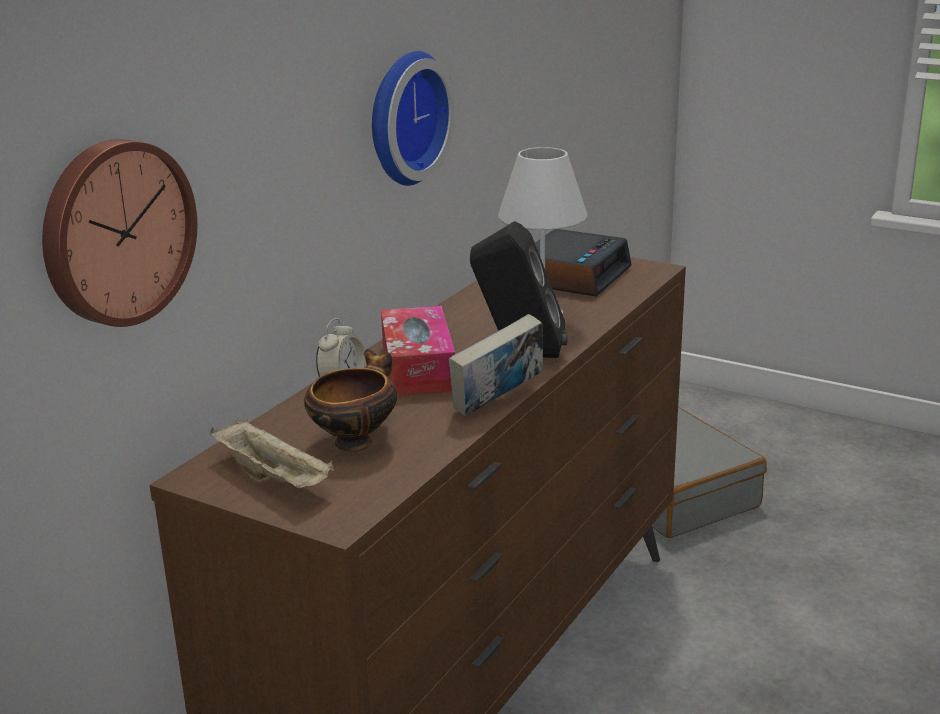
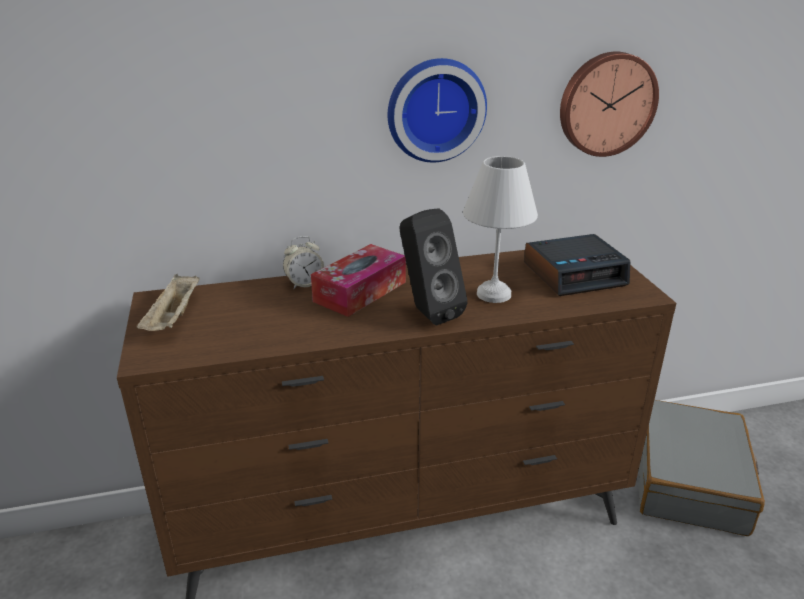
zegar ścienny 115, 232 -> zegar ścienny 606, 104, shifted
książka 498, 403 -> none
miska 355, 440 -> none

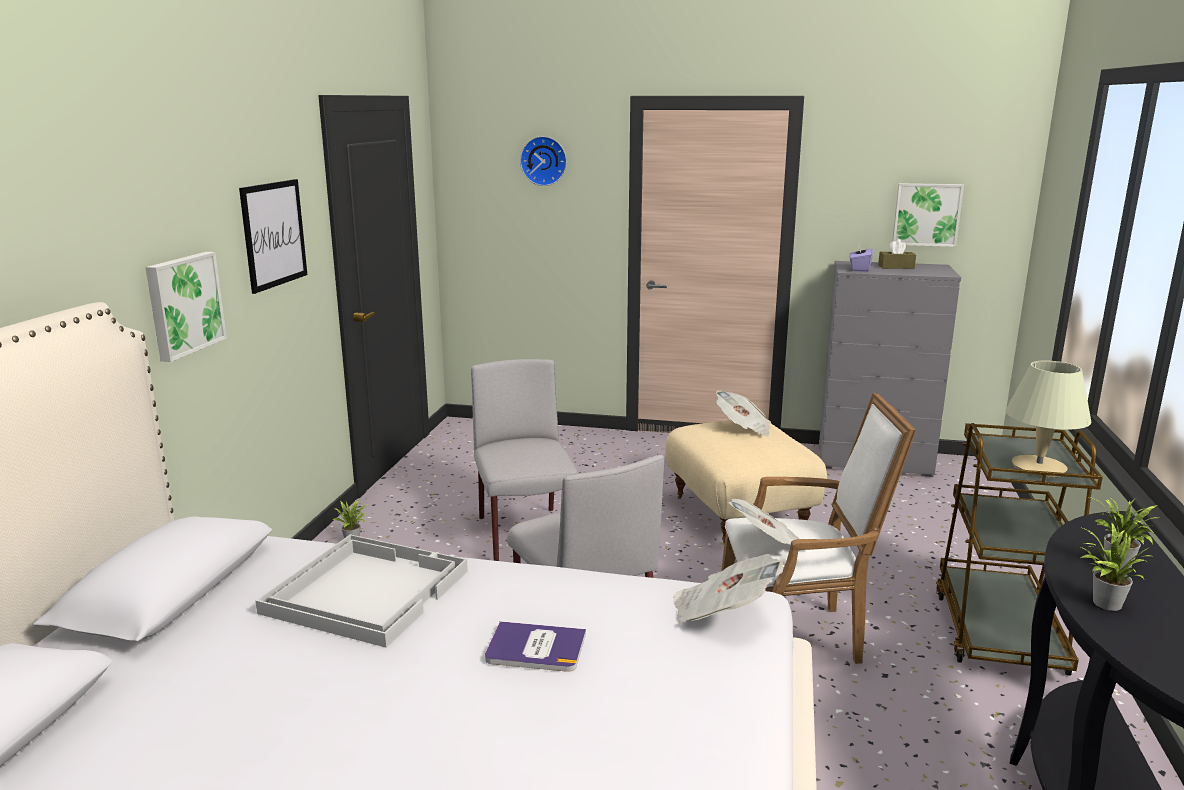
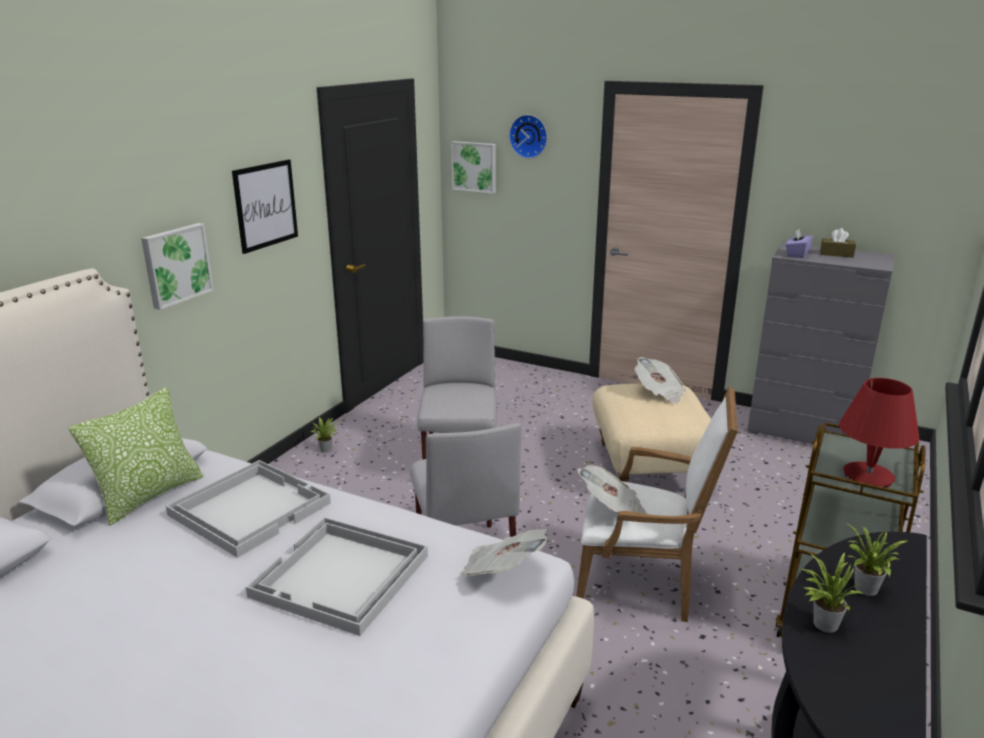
obraz 926, 214 -> obraz 474, 166, shifted
lampa stołowa/beżowy 1038, 467 -> lampa stołowa/czerwony 868, 476
książka 535, 648 -> taca/biały 341, 577
none -> poduszka 149, 495

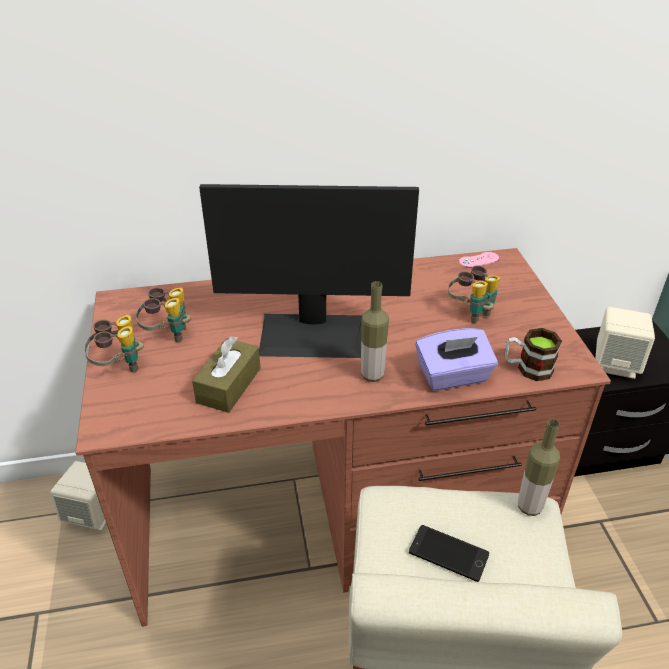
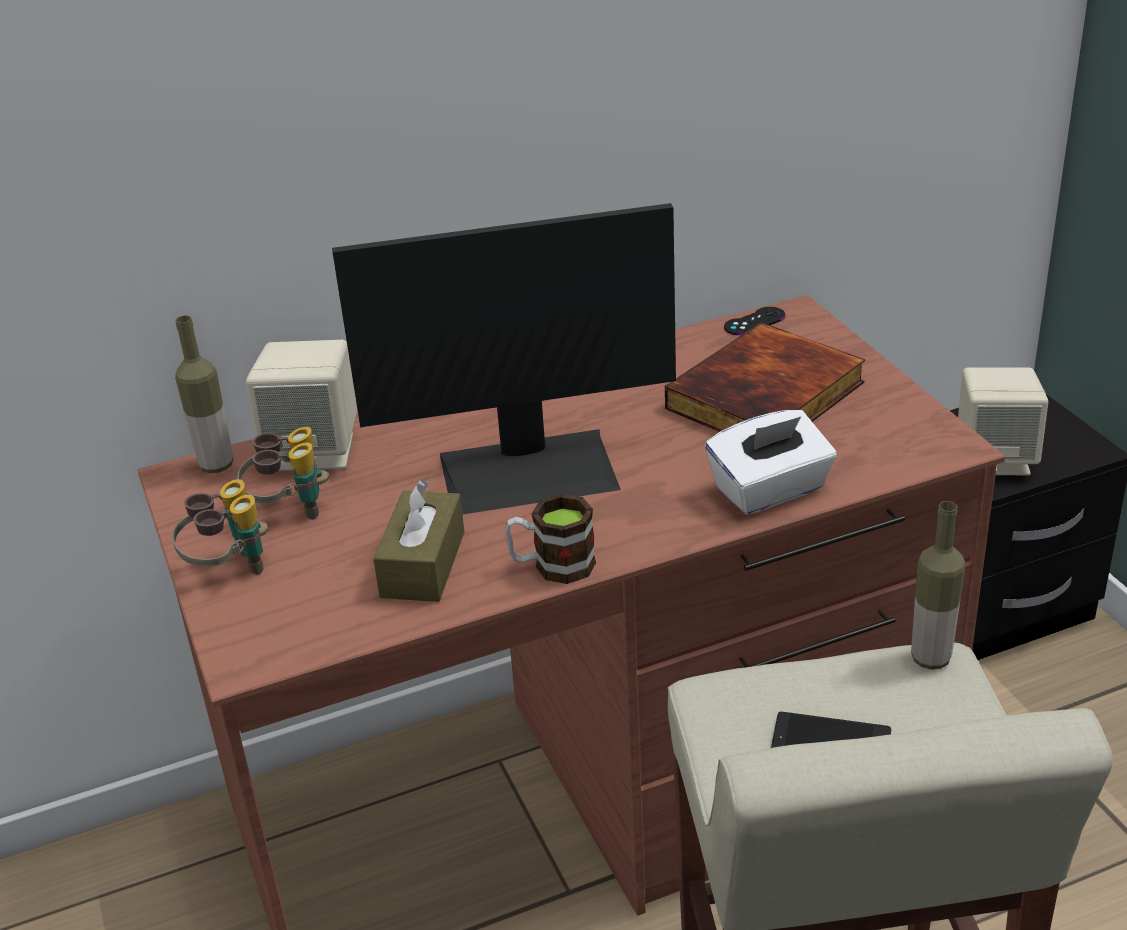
pad do gier/różowy 479, 260 -> pad do gier/czarny 754, 321
lornetka 471, 312 -> książka 767, 397
butelka 372, 375 -> butelka 216, 465, shifted
pudełko chusteczek/fioletowy 453, 376 -> pudełko chusteczek/biały 770, 490
kubek 527, 368 -> kubek 552, 566, shifted
głośnik/beżowy 93, 514 -> głośnik/beżowy 315, 451, shifted

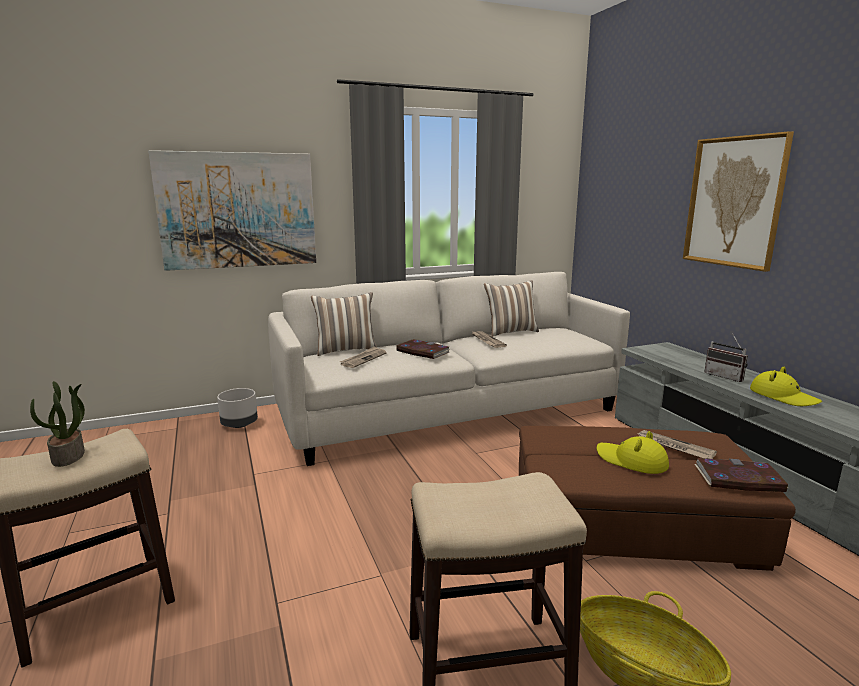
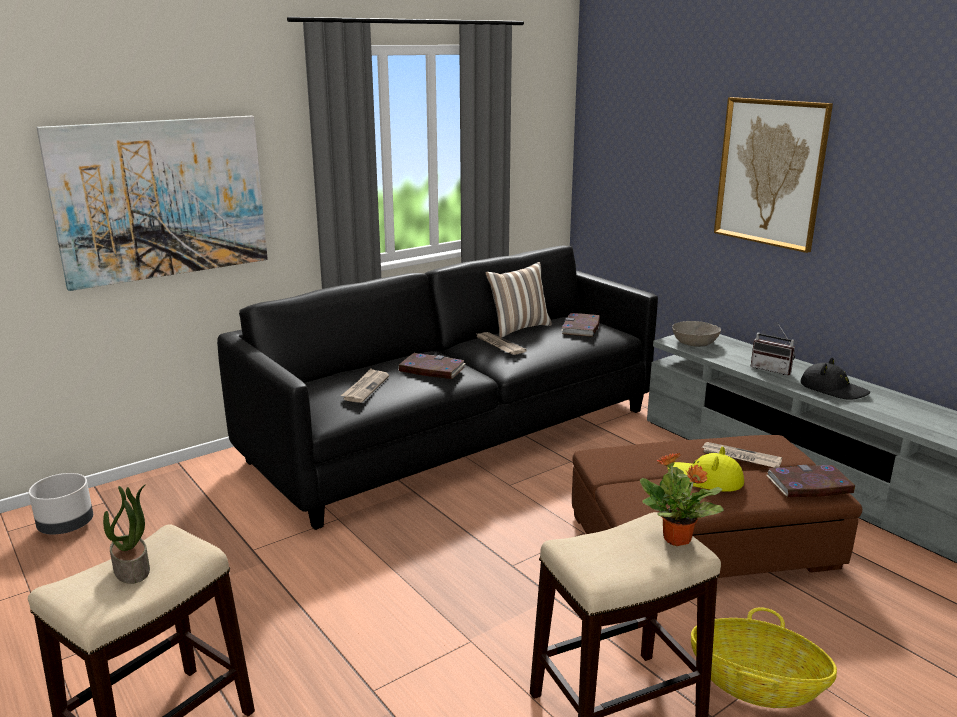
kanapa/biały 450, 411 -> kanapa/czarny 455, 434
poduszka 346, 350 -> none
kapelusz/żółty 783, 397 -> kapelusz/czarny 833, 389
donica/szary 239, 424 -> donica/szary 67, 526, shifted
none -> książka 581, 327
none -> miska/szary 694, 342
none -> roślina doniczkowa 677, 539

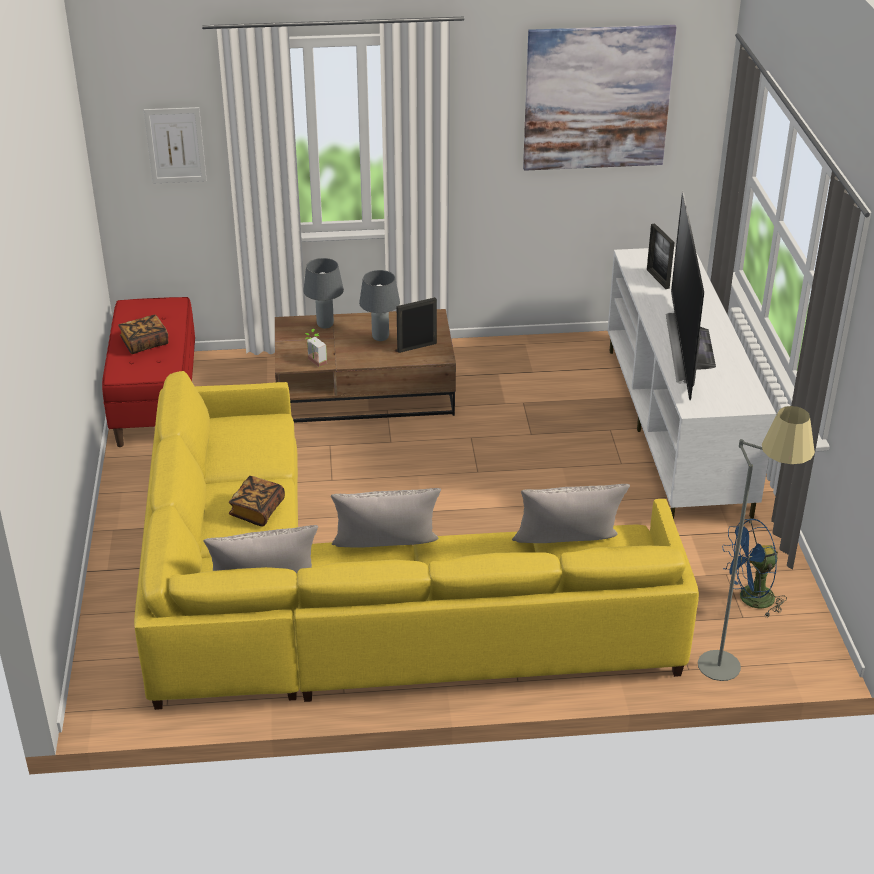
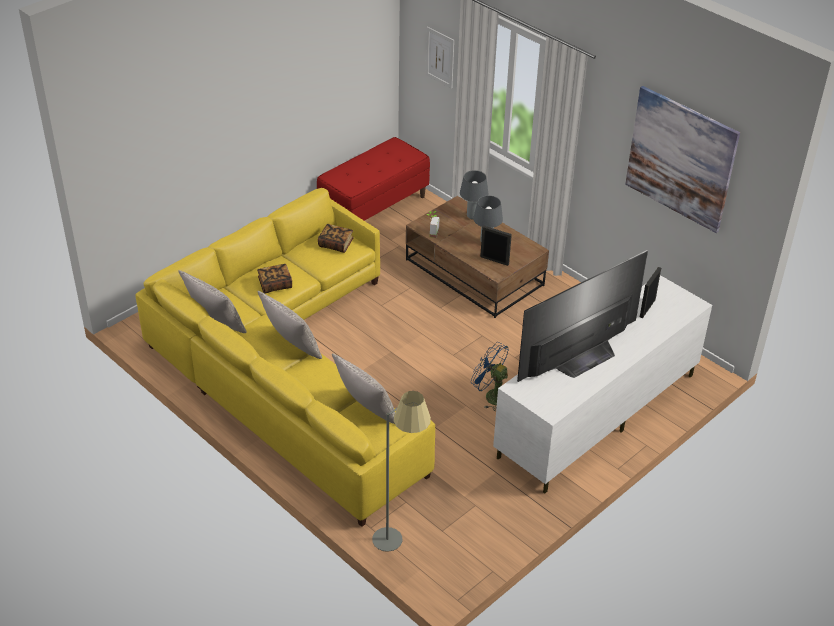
książka 144, 343 -> książka 336, 244, shifted
wentylator/niebieski 750, 600 -> wentylator/niebieski 491, 396, shifted

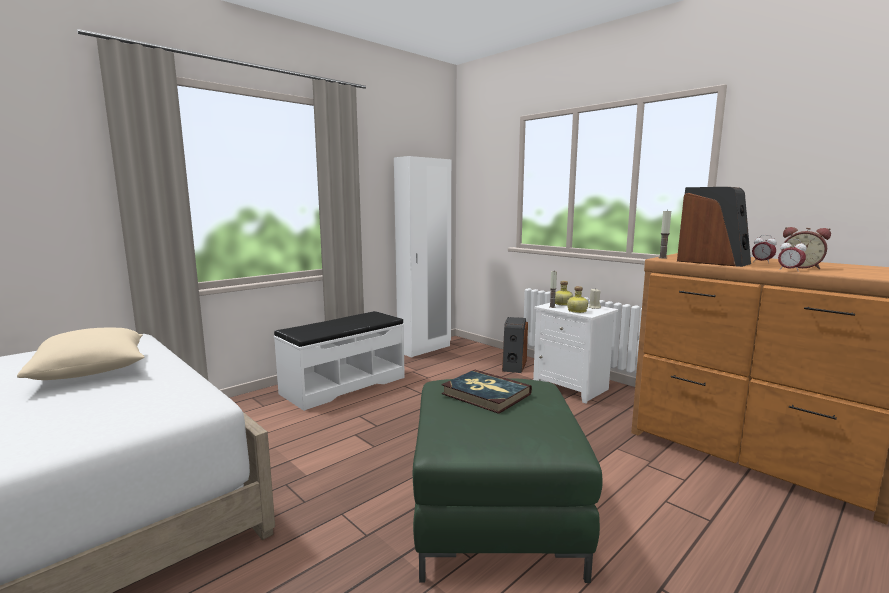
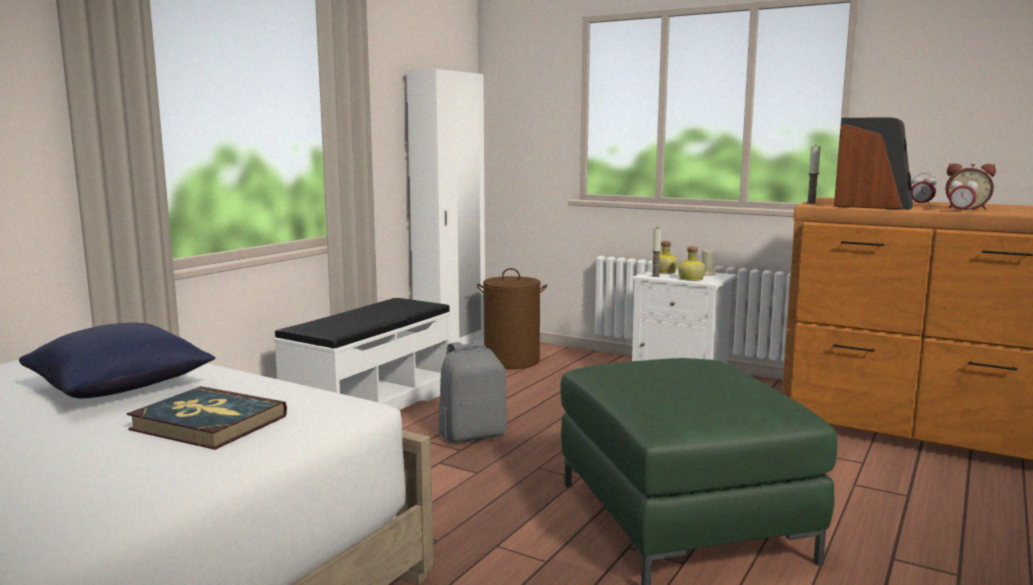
głośnik 513, 365 -> none
poduszka/beżowy 92, 372 -> poduszka/niebieski 120, 388
książka 485, 394 -> książka 208, 423, shifted
none -> kosz na pranie/brązowy 512, 361
none -> plecak/szary 473, 435

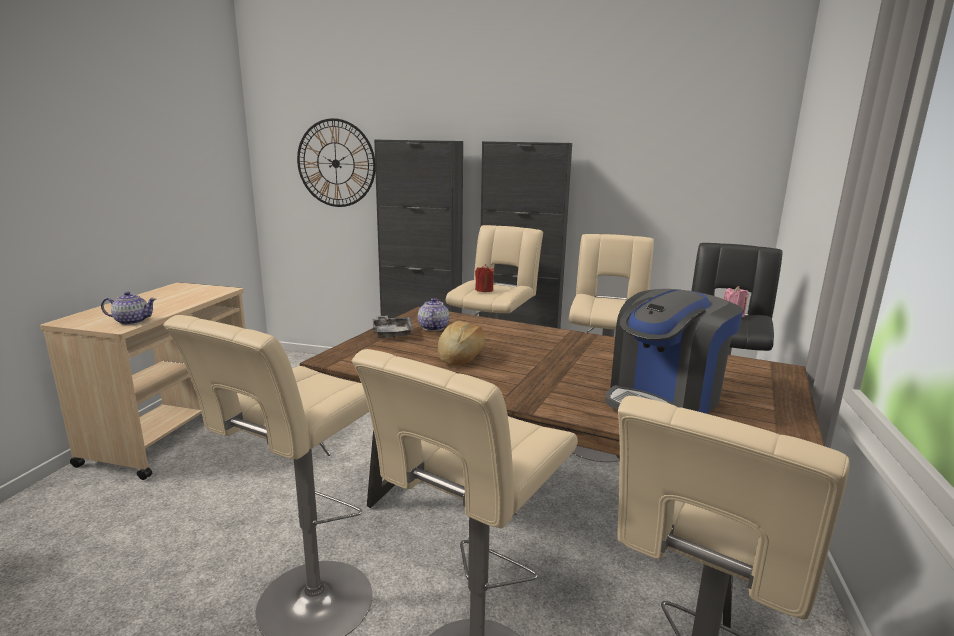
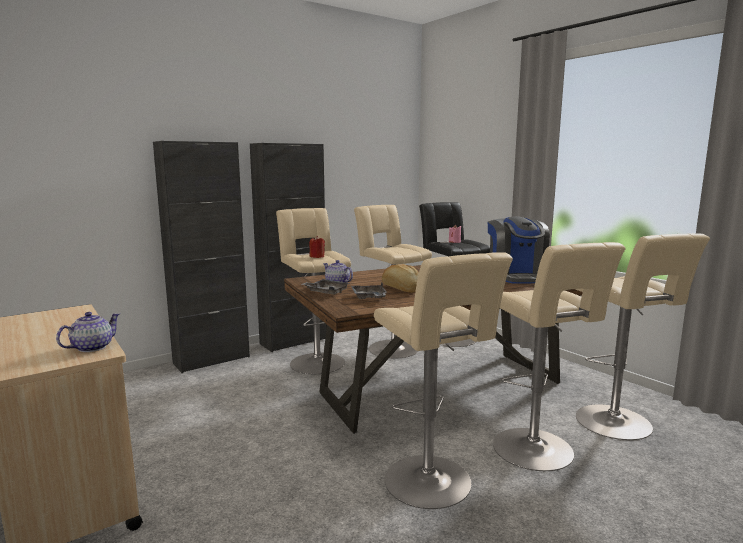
zegar ścienny 336, 163 -> none
none -> taca/szary 369, 297

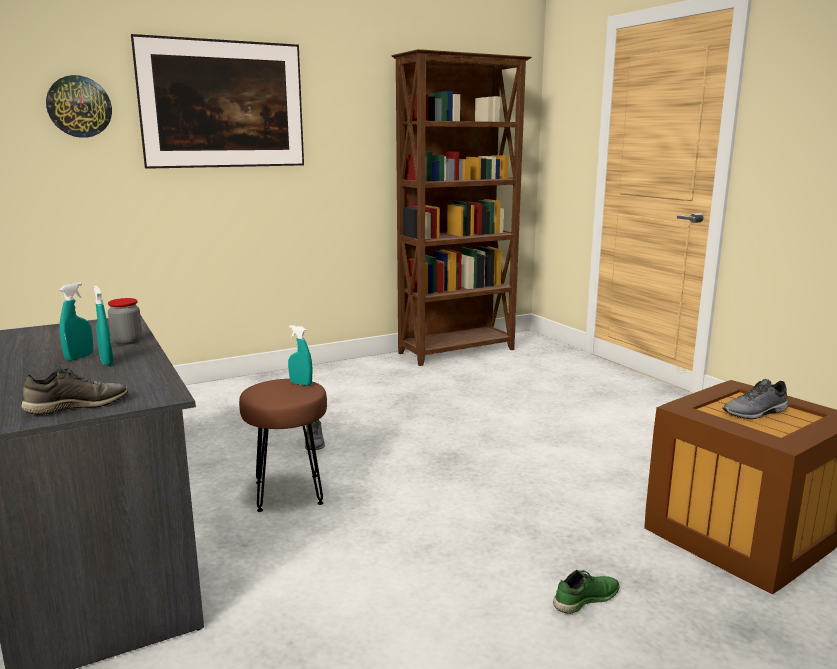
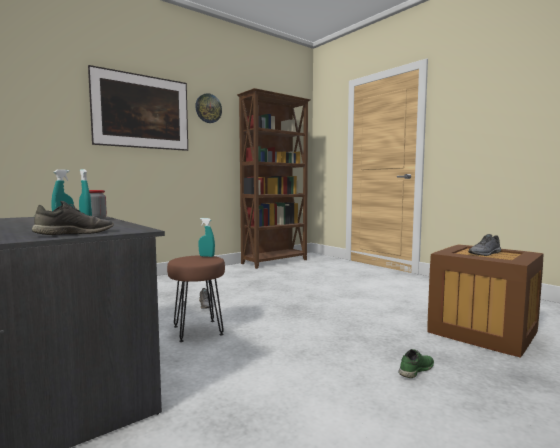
zegar ścienny 79, 106 -> zegar ścienny 208, 108, shifted

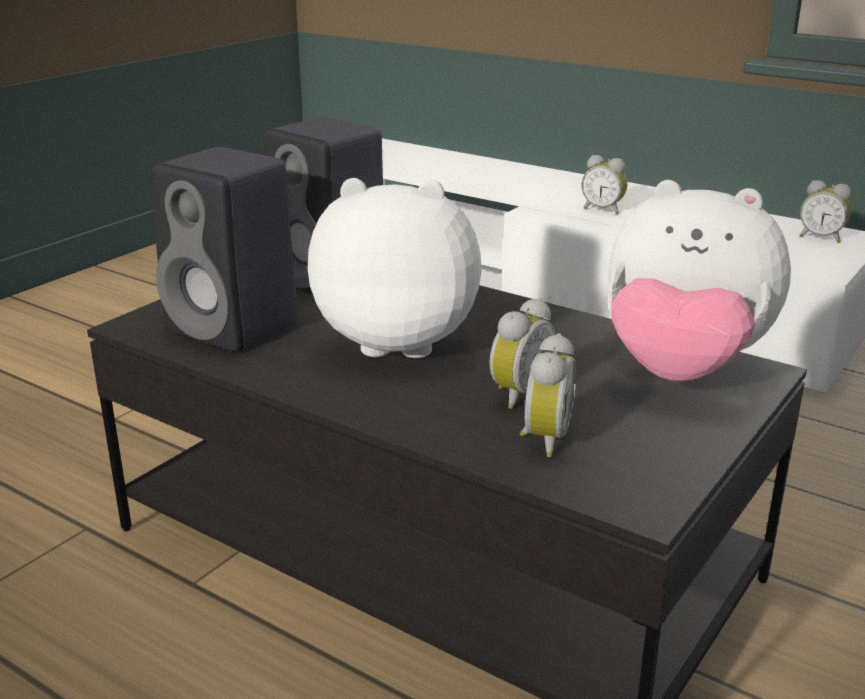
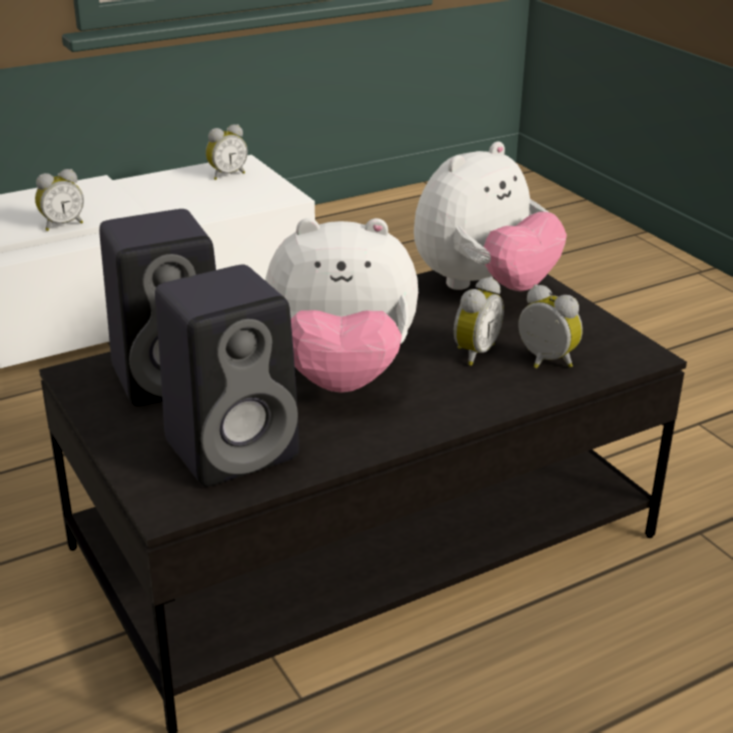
pluszak 398, 341 -> pluszak 341, 376, 120 degrees counterclockwise
budzik 517, 394 -> budzik 473, 352, 60 degrees clockwise

